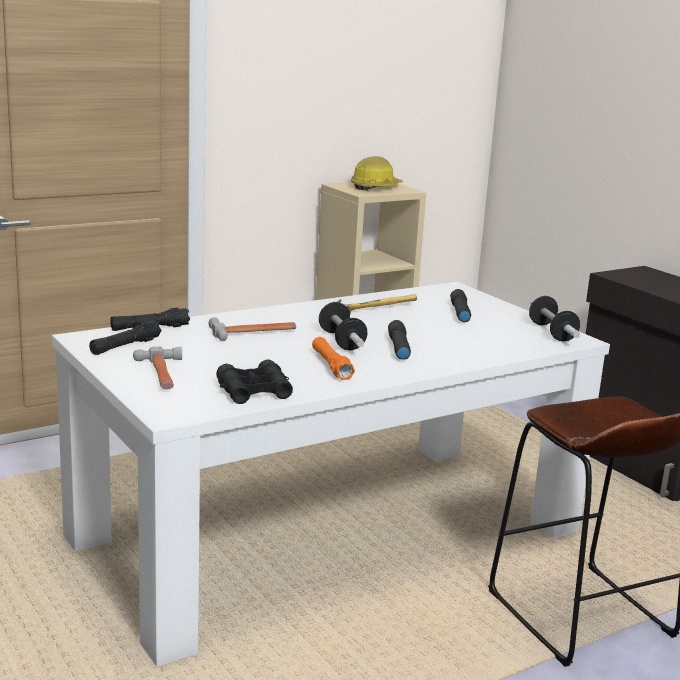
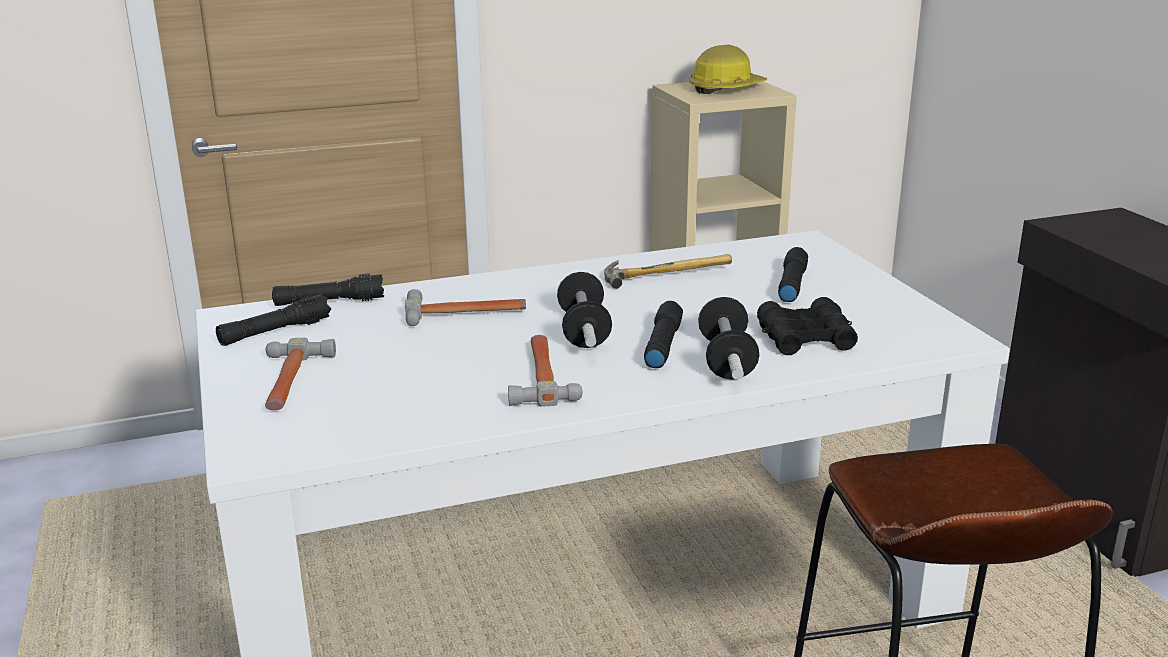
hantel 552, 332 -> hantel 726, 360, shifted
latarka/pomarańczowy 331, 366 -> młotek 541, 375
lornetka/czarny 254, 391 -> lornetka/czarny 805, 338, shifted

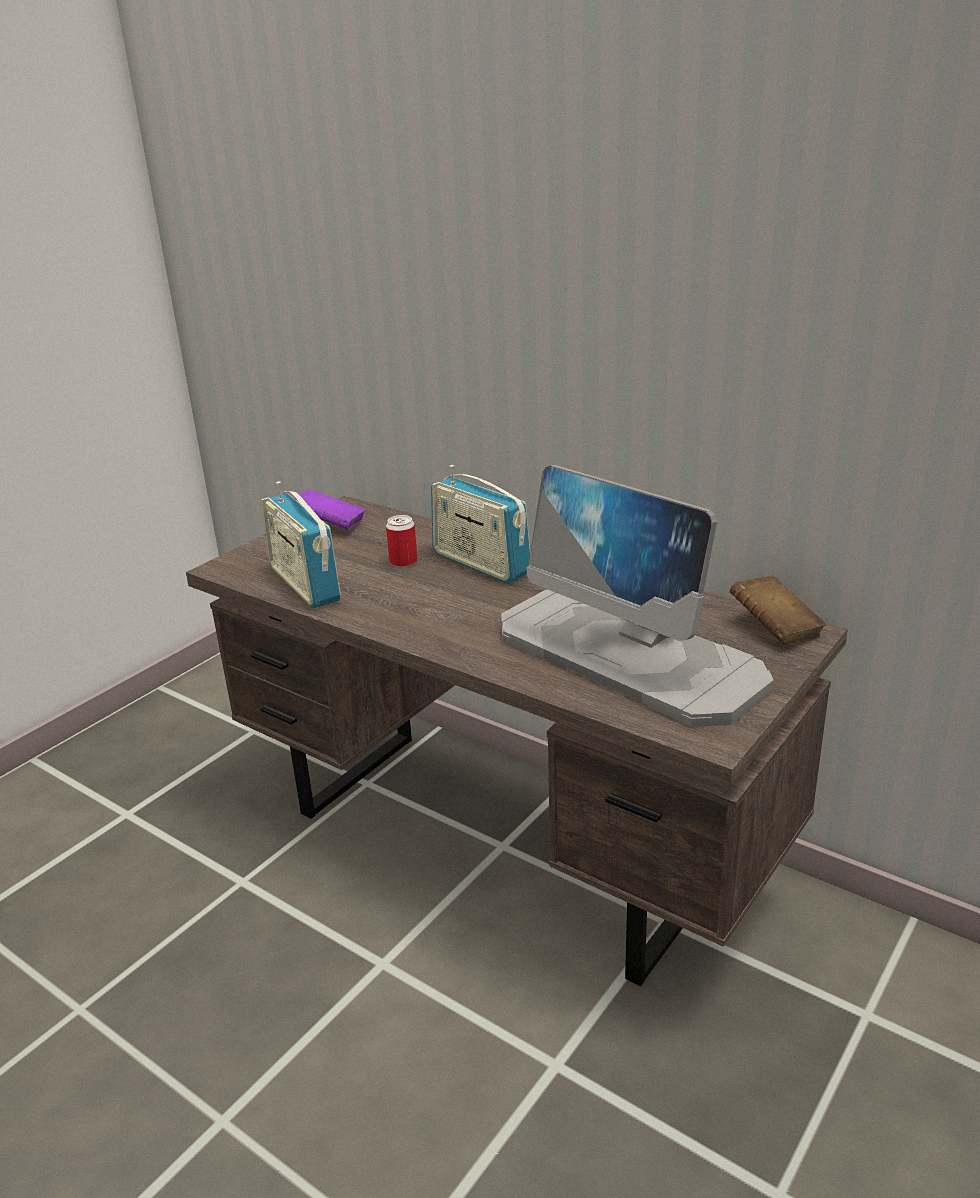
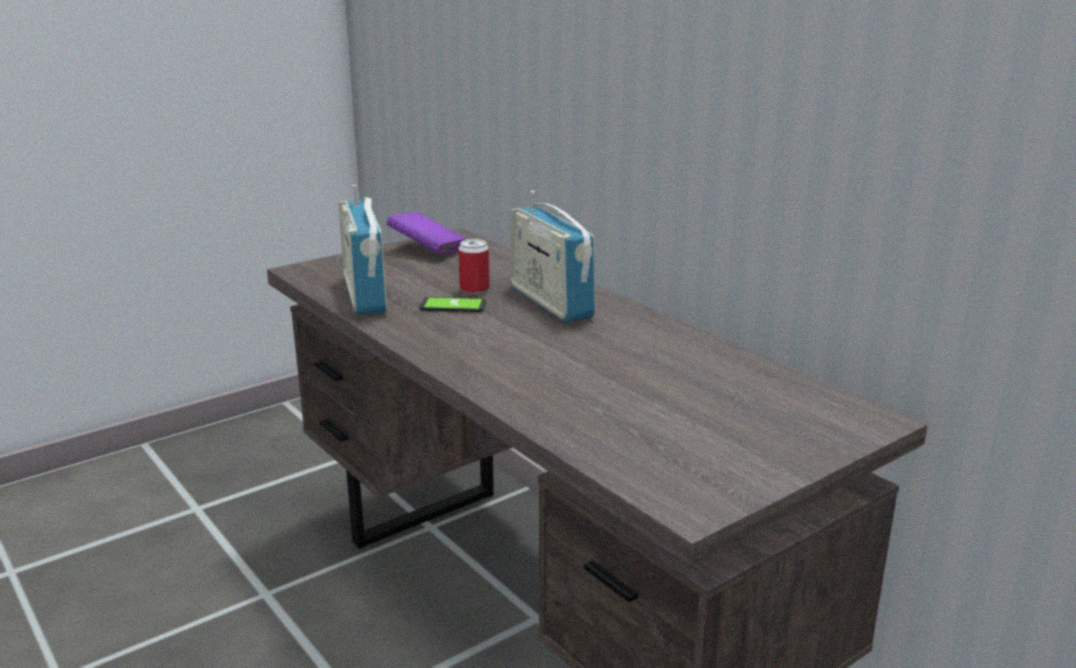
monitor 630, 656 -> none
książka/brązowy 774, 628 -> none
none -> telefon 453, 306

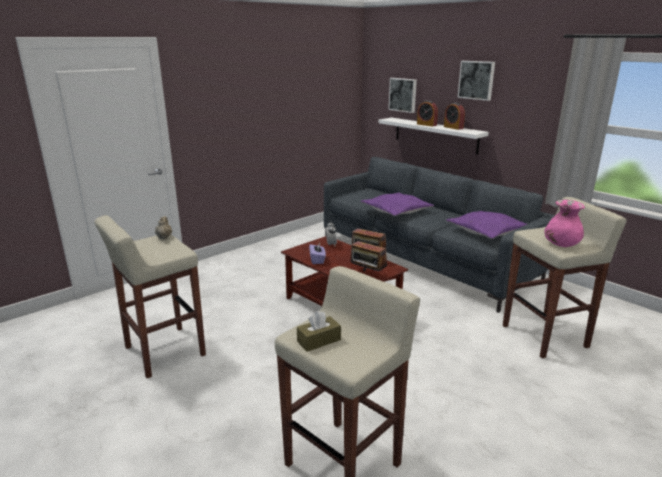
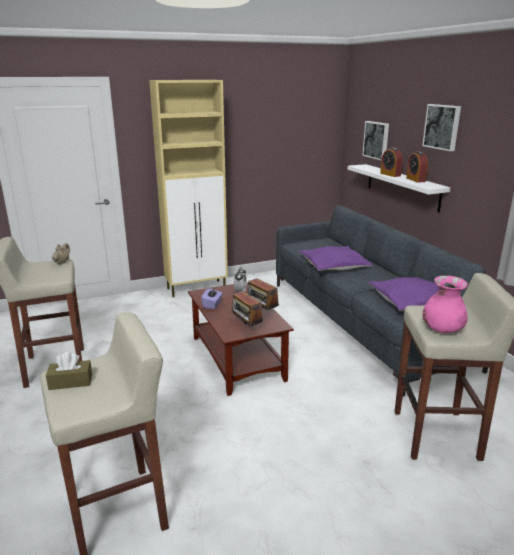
none -> szafka/beżowy 197, 288

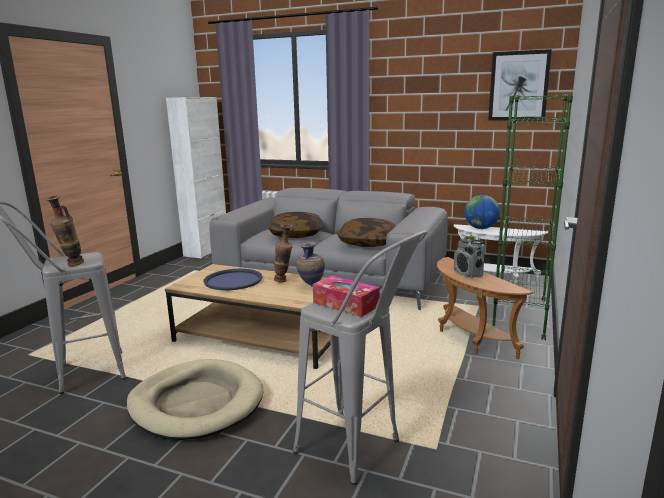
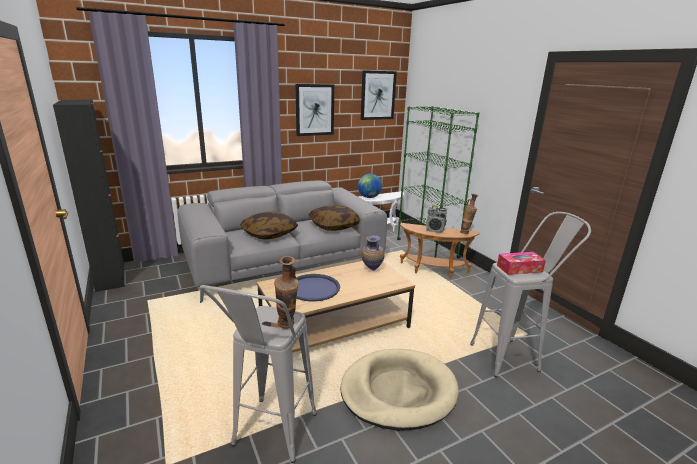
szafka/biały 206, 250 -> szafka/czarny 111, 277
wazon 284, 281 -> wazon 466, 233, shifted
none -> obraz 314, 110

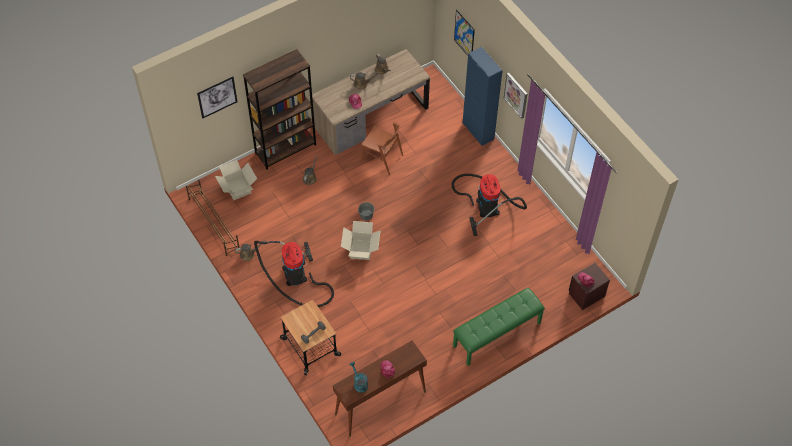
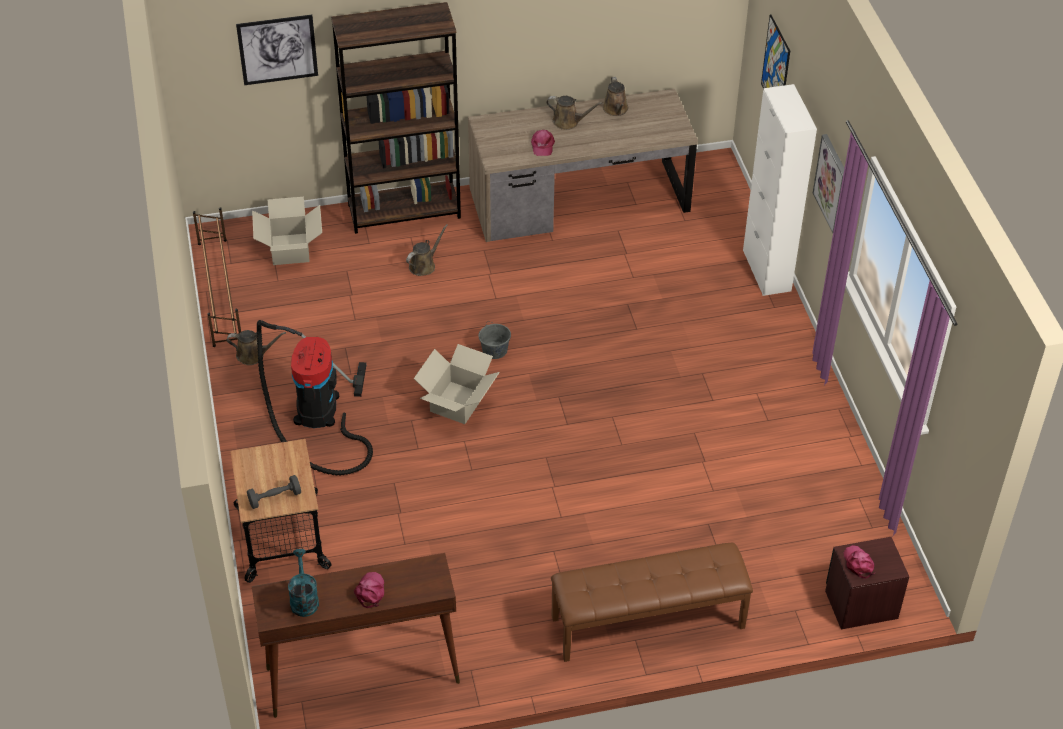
szafka/niebieski 478, 131 -> szafka/biały 766, 270
krzesło/brązowy 382, 159 -> none
odkurzacz 486, 204 -> none
ławka/zielony 497, 335 -> ławka/brązowy 648, 623

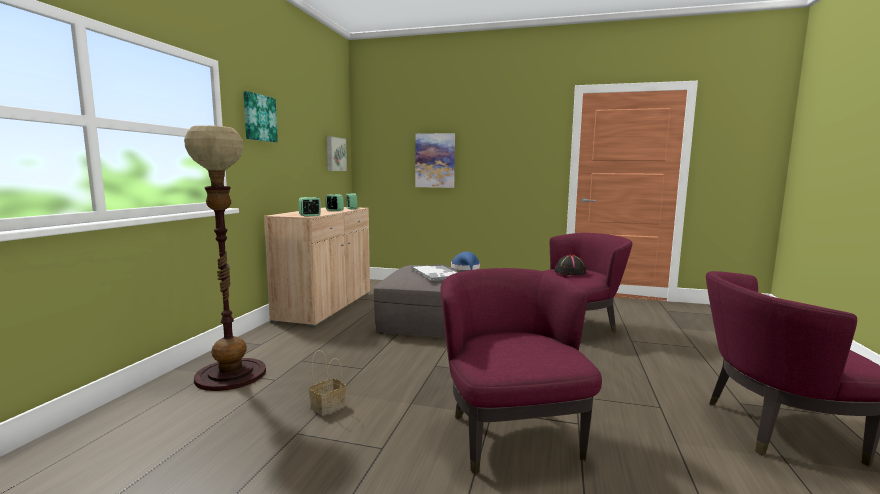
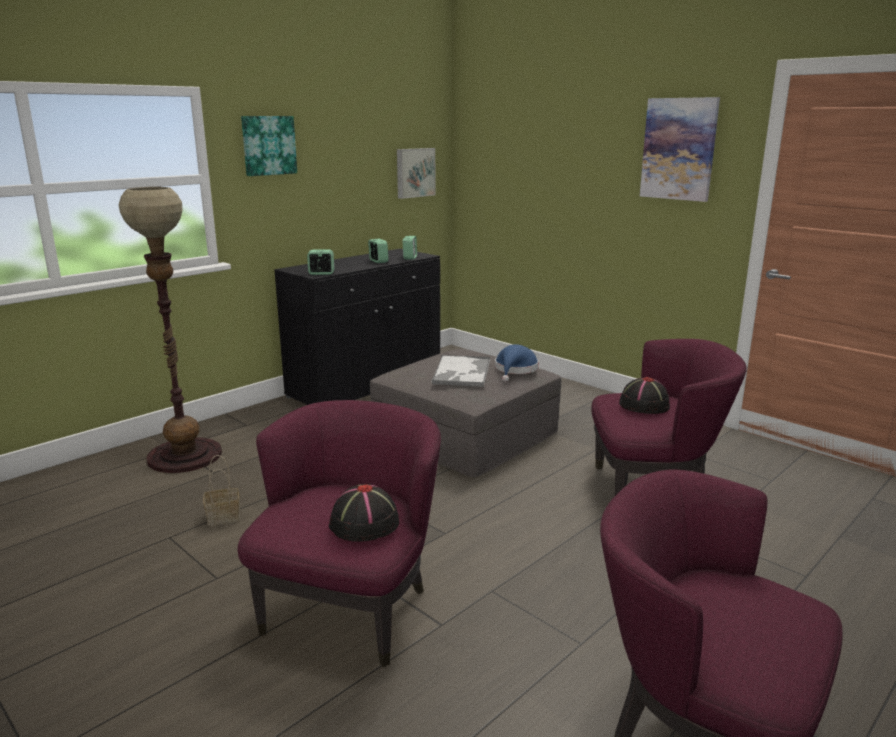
obraz 435, 160 -> obraz 679, 149, shifted
szafka/beżowy 325, 306 -> szafka/czarny 366, 385
none -> kapelusz/czarny 364, 524

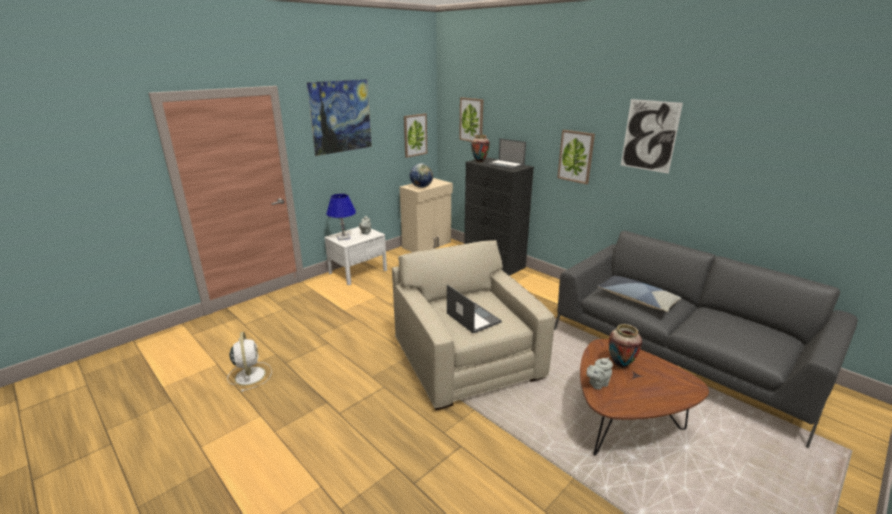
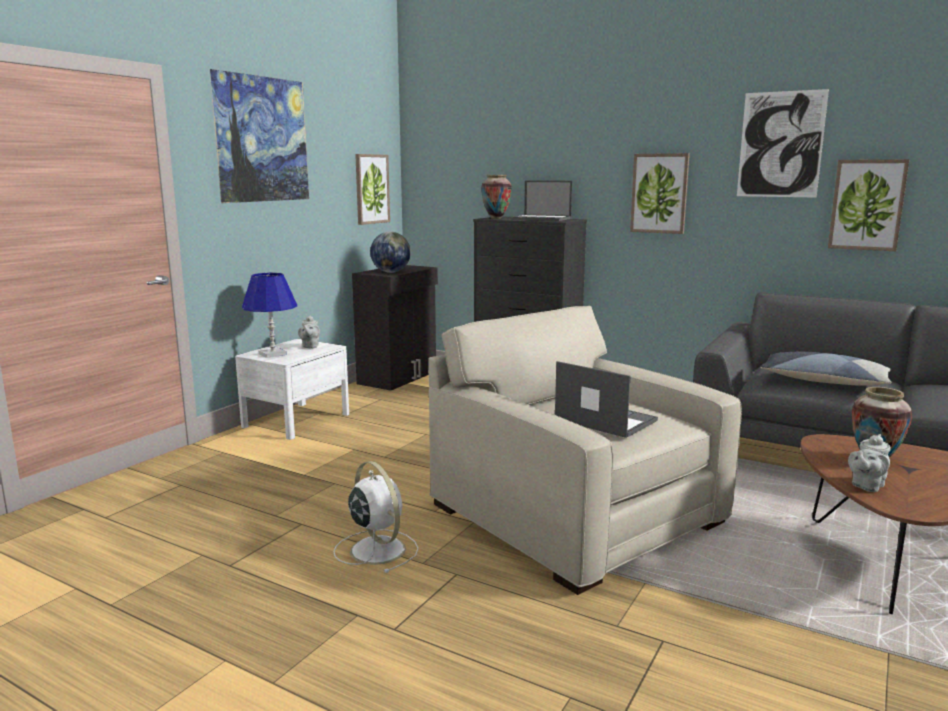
obraz 471, 120 -> obraz 867, 205, shifted
szafka/beżowy 427, 245 -> szafka/czarny 399, 377
wentylator/biały 250, 375 -> wentylator/biały 376, 549, shifted

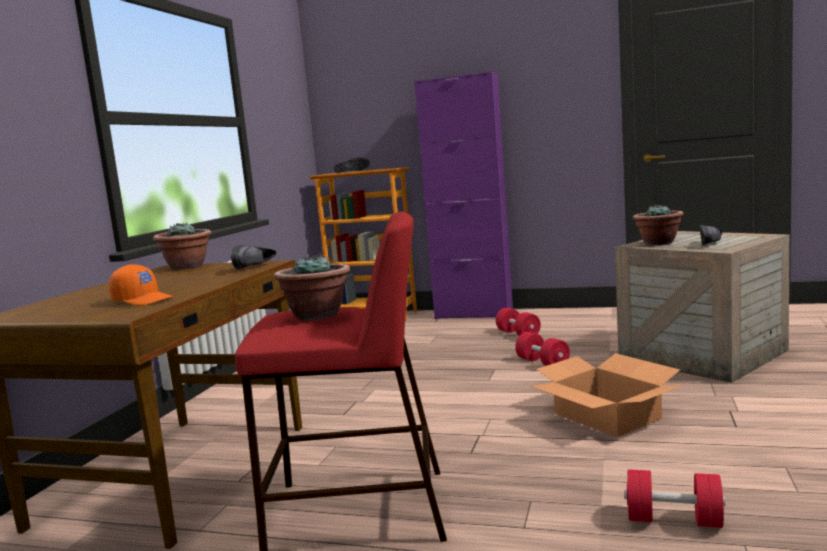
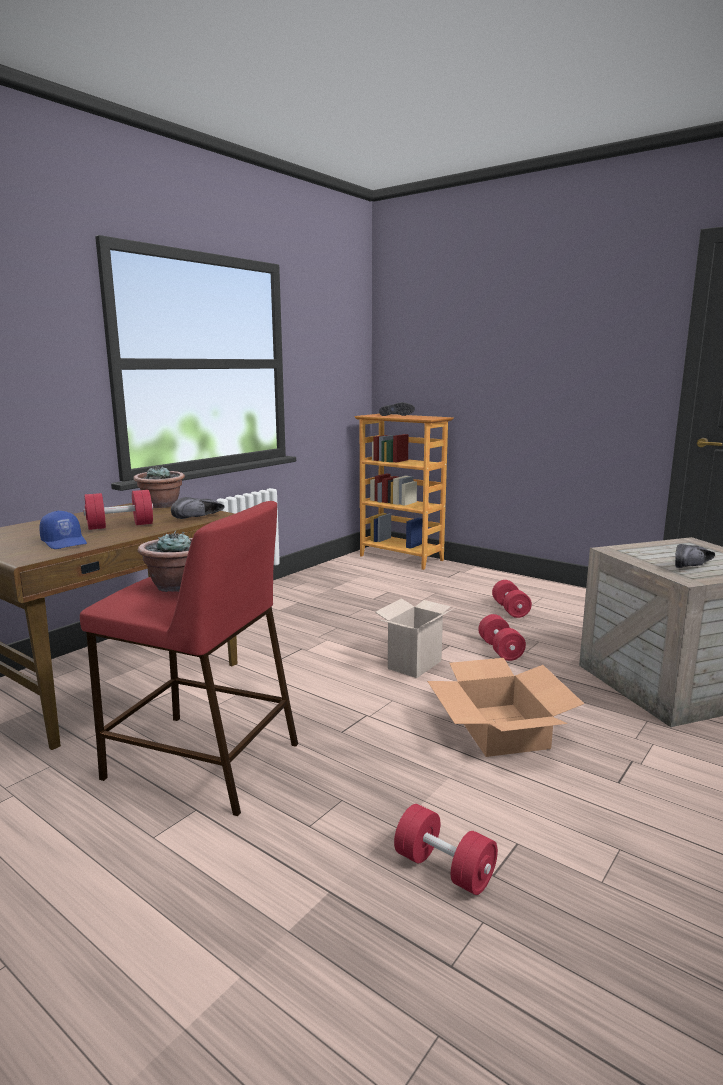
szafka/fioletowy 474, 314 -> none
roślina doniczkowa 658, 243 -> none
czapka z daszkiem/pomarańczowy 143, 300 -> czapka z daszkiem/niebieski 65, 542
none -> hantel/czerwony 120, 526
none -> karton 414, 664

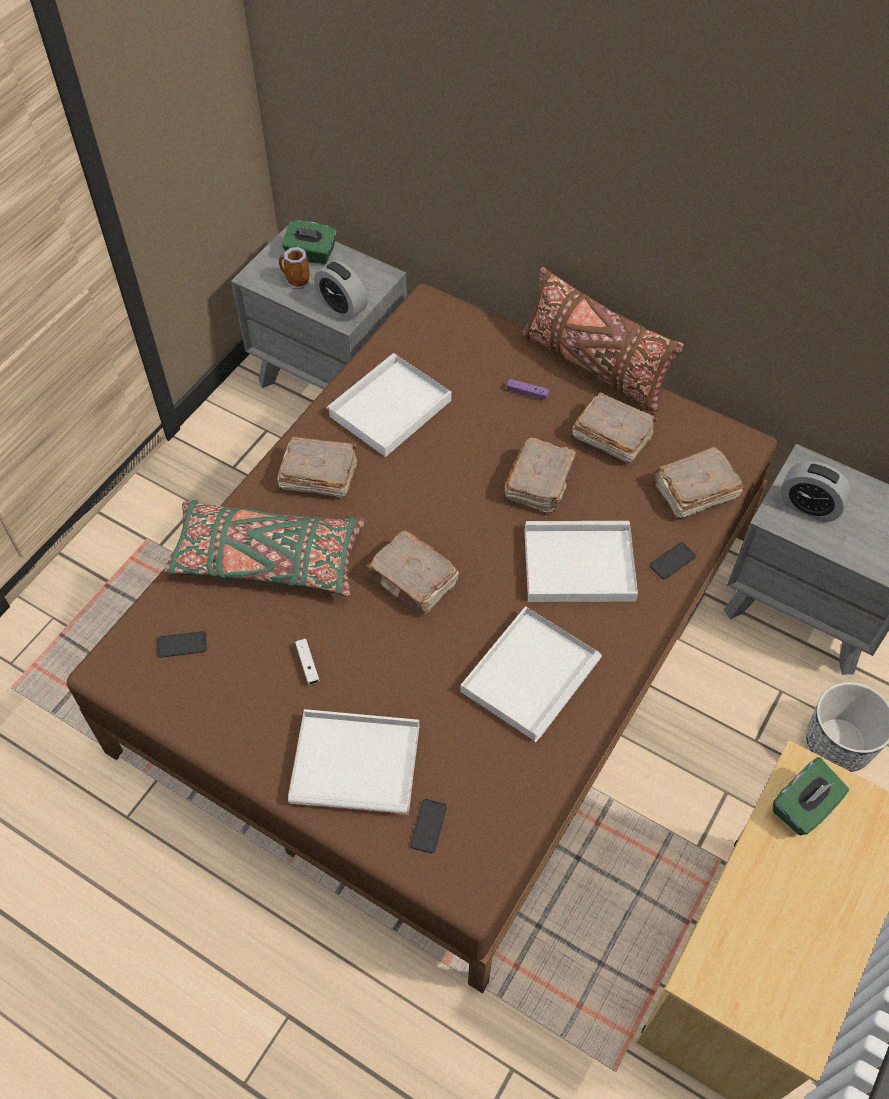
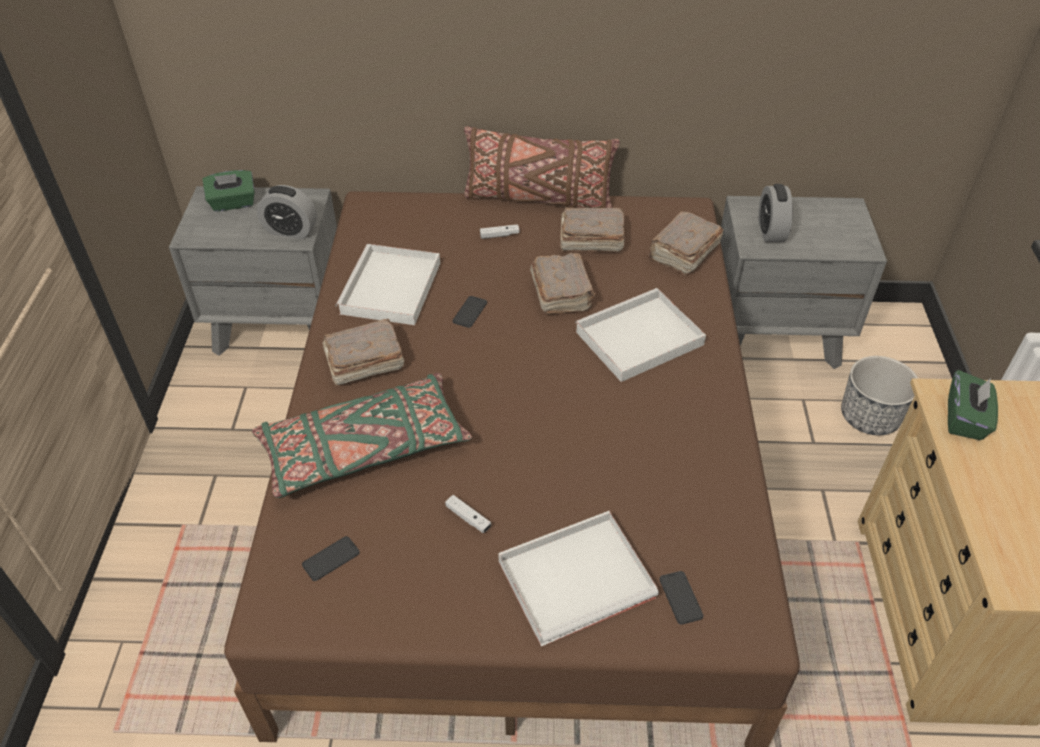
kubek 296, 282 -> none
pad do gier/fioletowy 527, 393 -> pad do gier/biały 499, 235
budzik 808, 506 -> budzik 770, 231, 90 degrees clockwise
książka/brązowy 414, 582 -> none
telefon 672, 561 -> telefon 470, 312, shifted
taca/biały 530, 673 -> none

